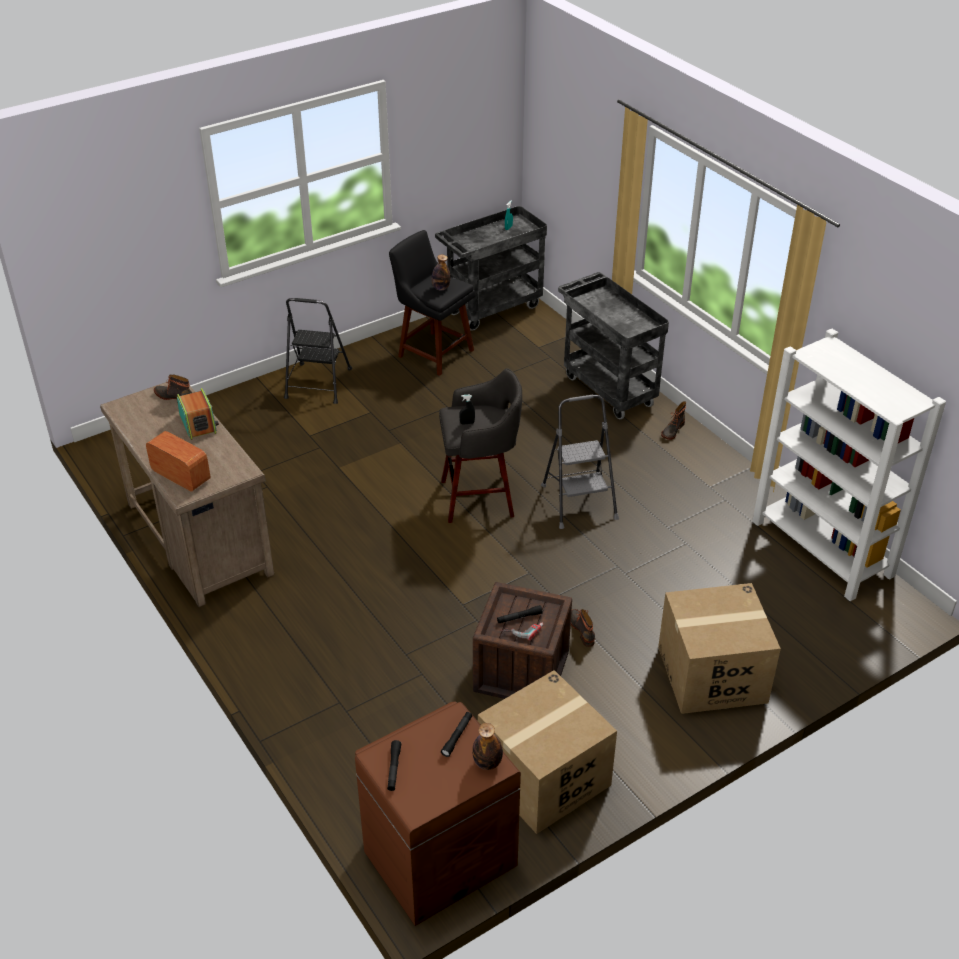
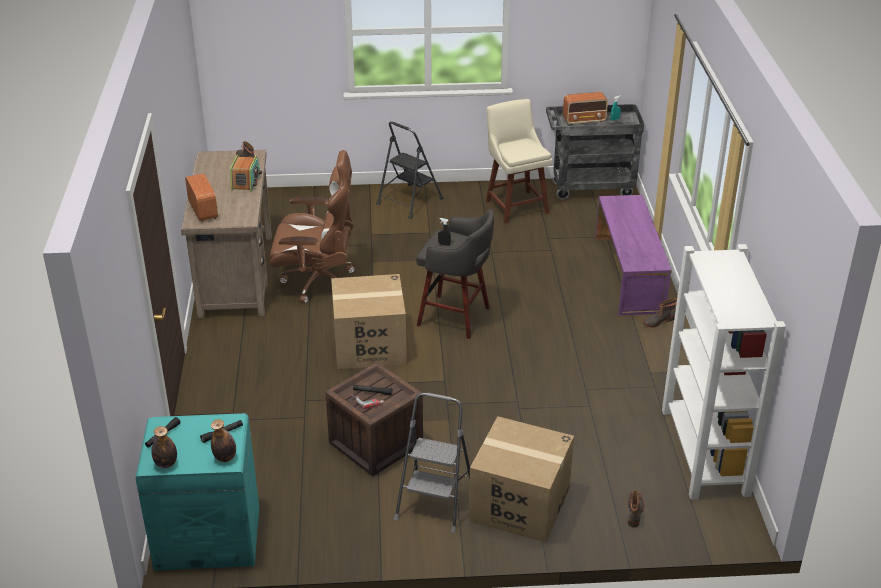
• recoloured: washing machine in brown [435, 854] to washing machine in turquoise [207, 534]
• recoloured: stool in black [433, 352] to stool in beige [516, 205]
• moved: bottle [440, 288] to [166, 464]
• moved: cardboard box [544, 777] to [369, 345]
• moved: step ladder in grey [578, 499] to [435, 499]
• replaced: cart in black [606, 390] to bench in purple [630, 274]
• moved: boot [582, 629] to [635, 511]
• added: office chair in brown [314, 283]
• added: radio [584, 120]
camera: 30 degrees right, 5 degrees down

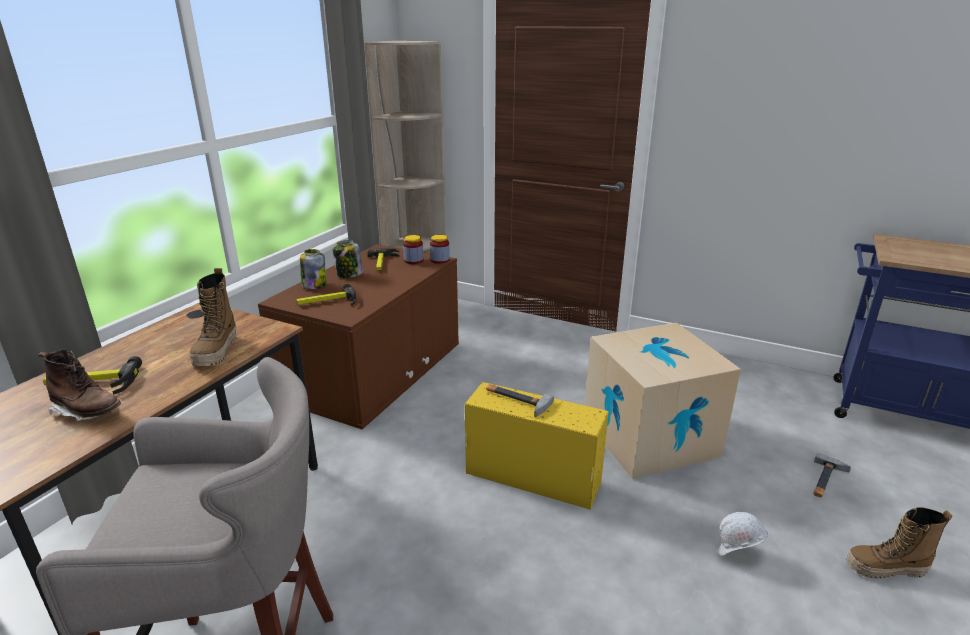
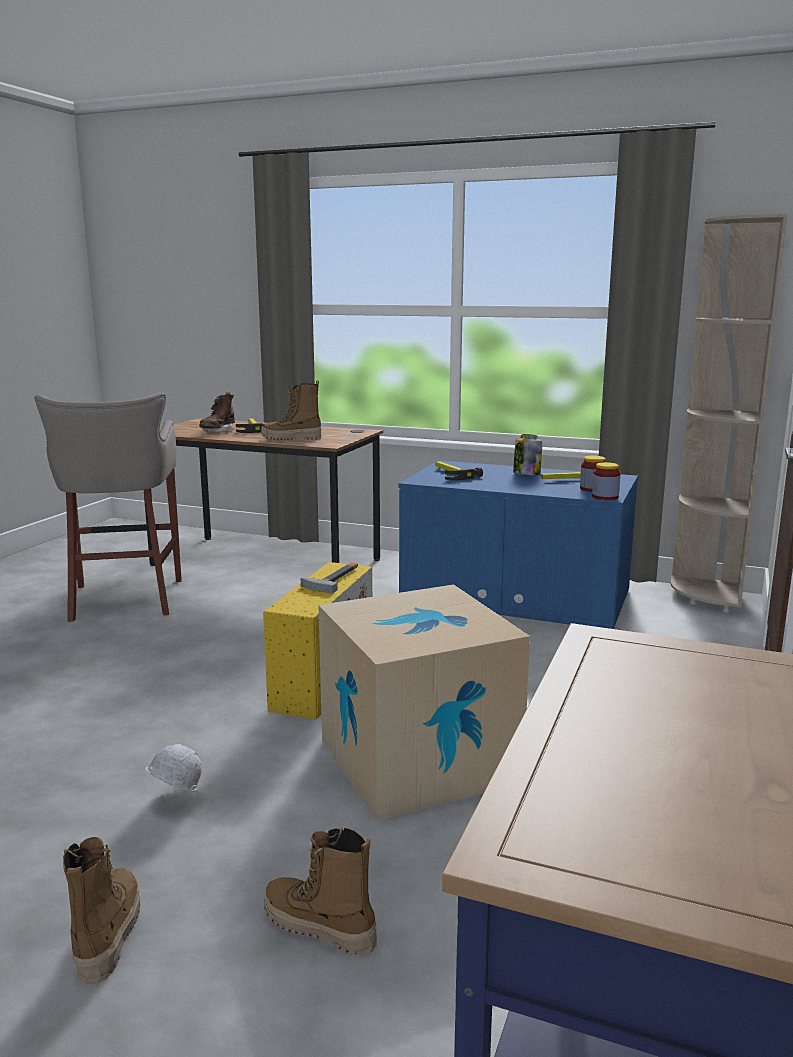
• recoloured: cabinet in brown [374, 369] to cabinet in blue [516, 594]
• removed: jar [314, 285]
• replaced: hammer [826, 480] to boot [319, 928]
camera: 85 degrees right, 10 degrees down

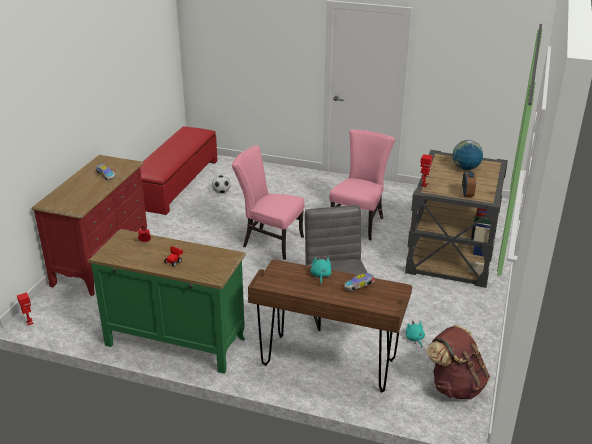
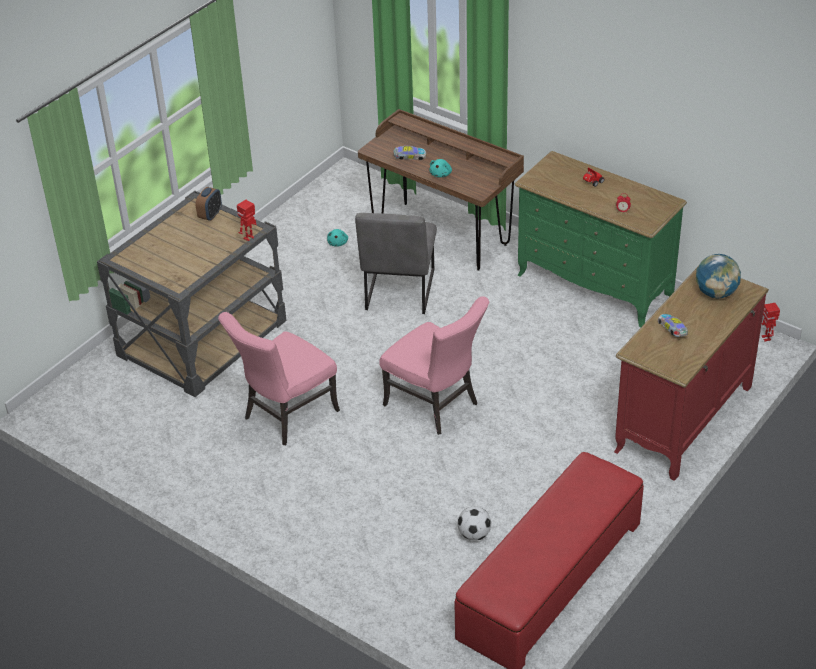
• removed: backpack in brown [455, 386]
• moved: globe [465, 168] to [716, 293]
camera: 160 degrees left, 10 degrees up

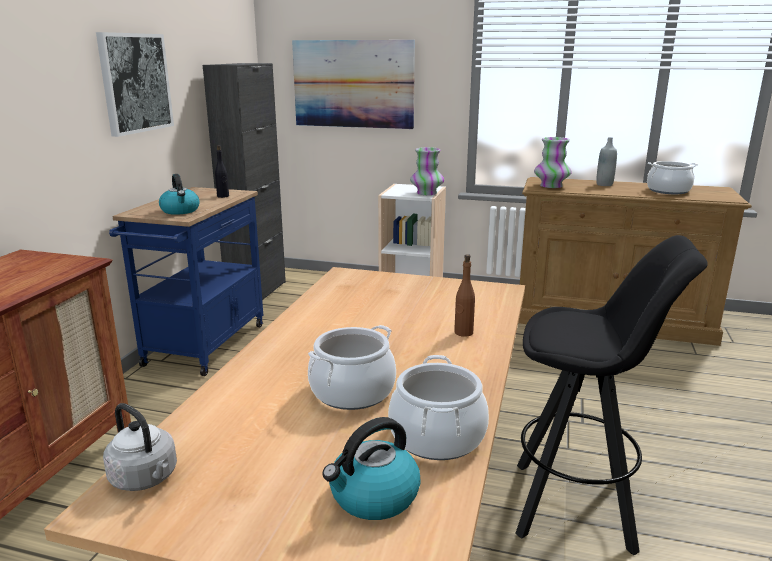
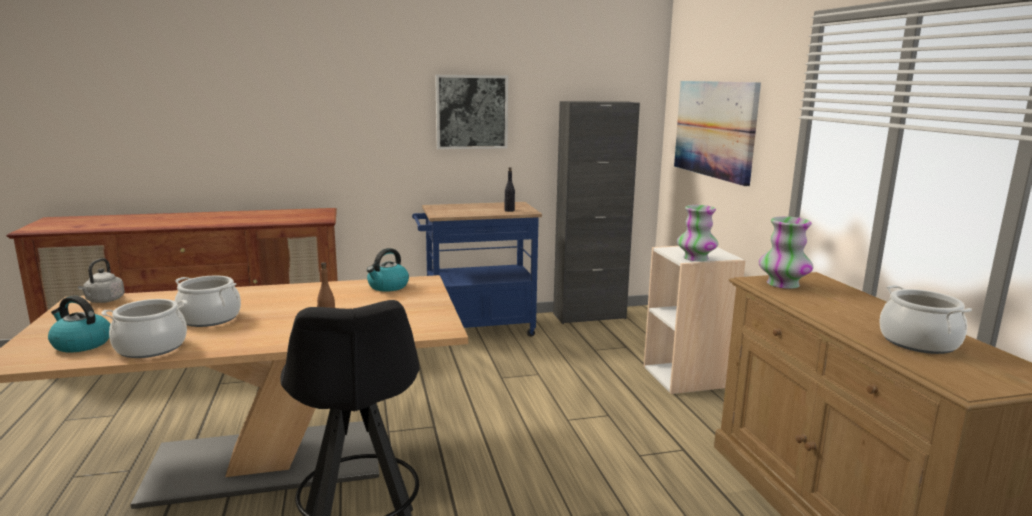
• moved: kettle [180, 211] to [388, 287]
• removed: bottle in grey [604, 184]
camera: 60 degrees right, 5 degrees down

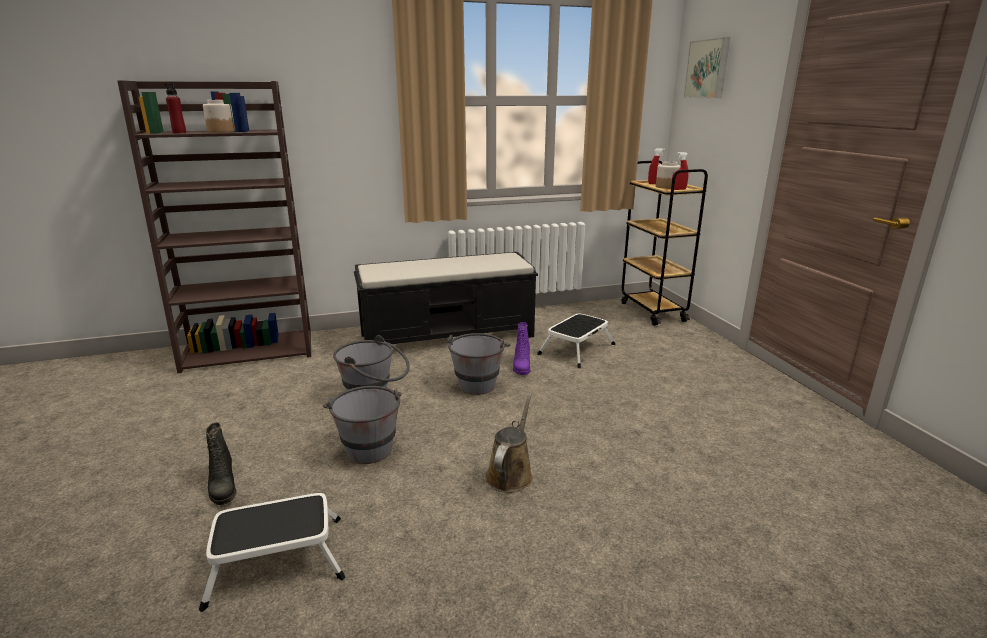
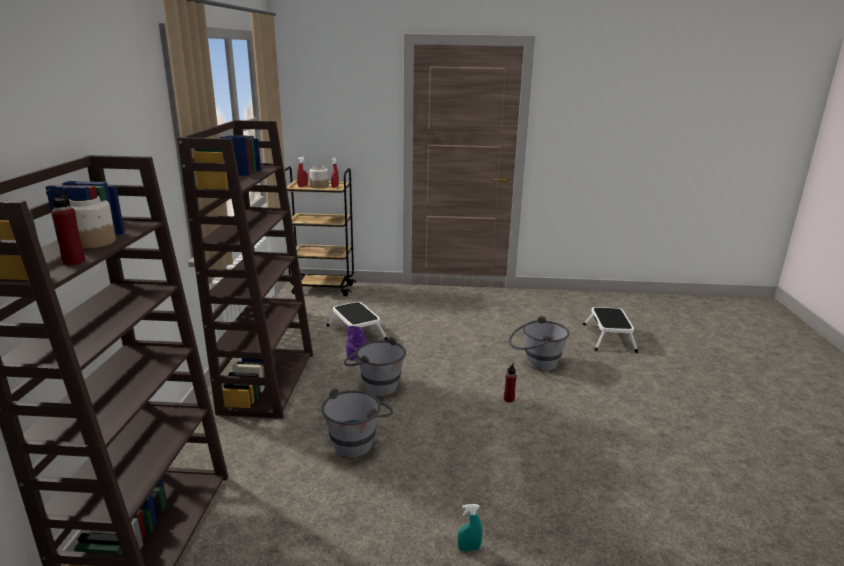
• moved: step ladder in black [276, 560] to [608, 337]
• replaced: boot in black [222, 487] to spray bottle in turquoise [469, 548]
• moved: bucket in grey [368, 445] to [535, 363]
• replaced: bench in black [448, 335] to bookcase in brown [267, 381]
• replaced: watering can in brown [511, 474] to bottle in red [509, 399]
• removed: picture [708, 69]
camera: 70 degrees left, 0 degrees up

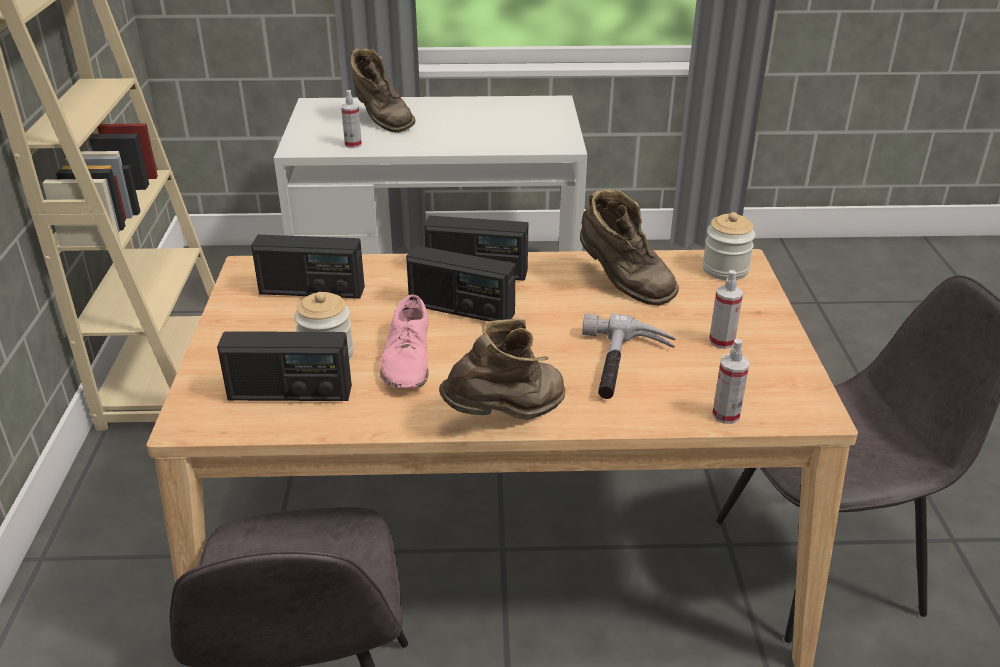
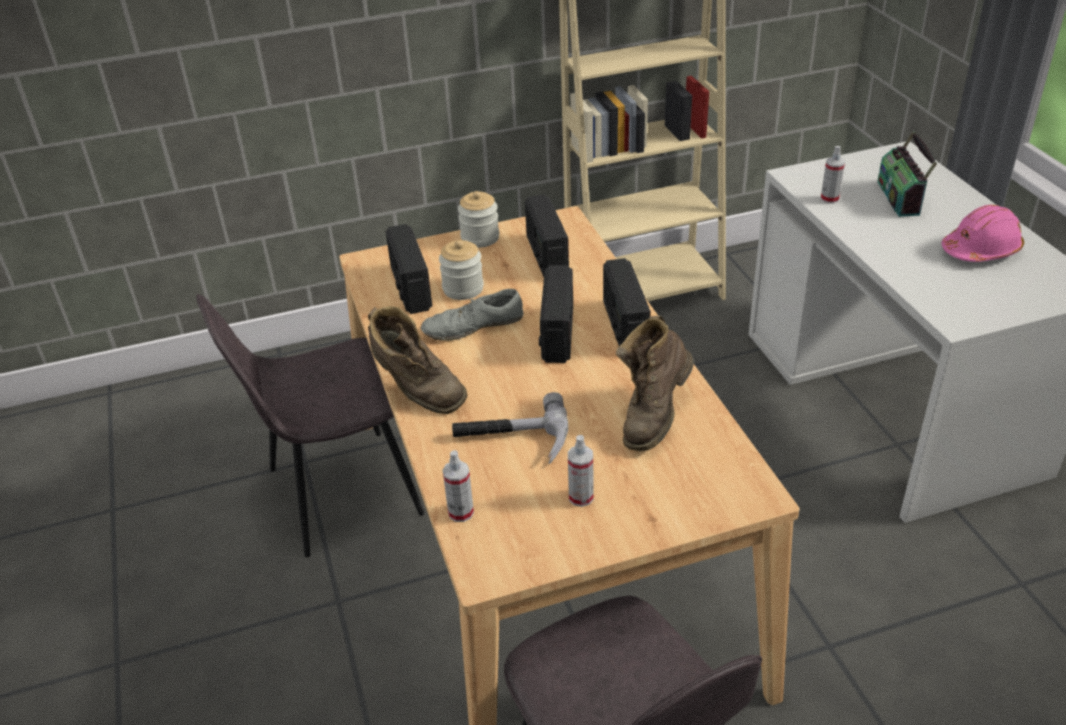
• replaced: boot in brown [381, 121] to radio [900, 198]
• recoloured: shoe in pink [408, 359] to shoe in grey [473, 326]
• moved: jar [725, 269] to [480, 238]
• added: hard hat in pink [981, 250]
camera: 75 degrees right, 5 degrees up

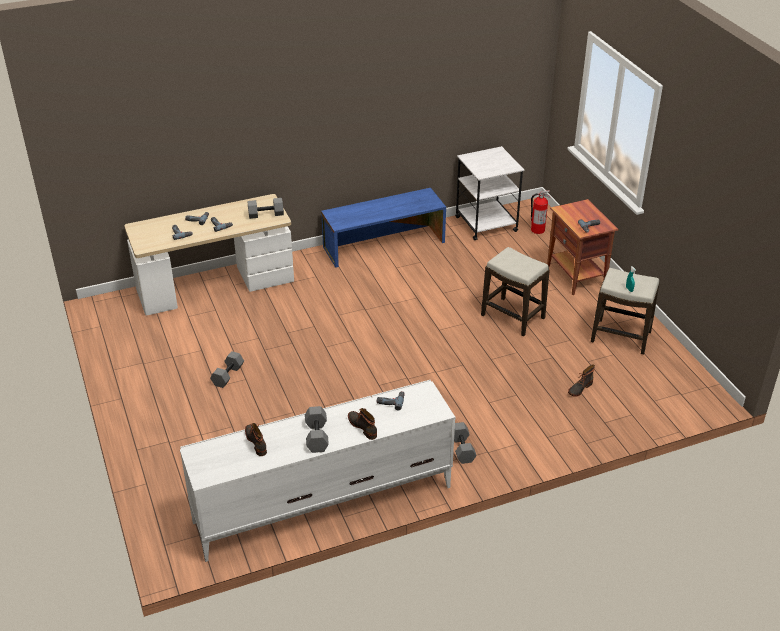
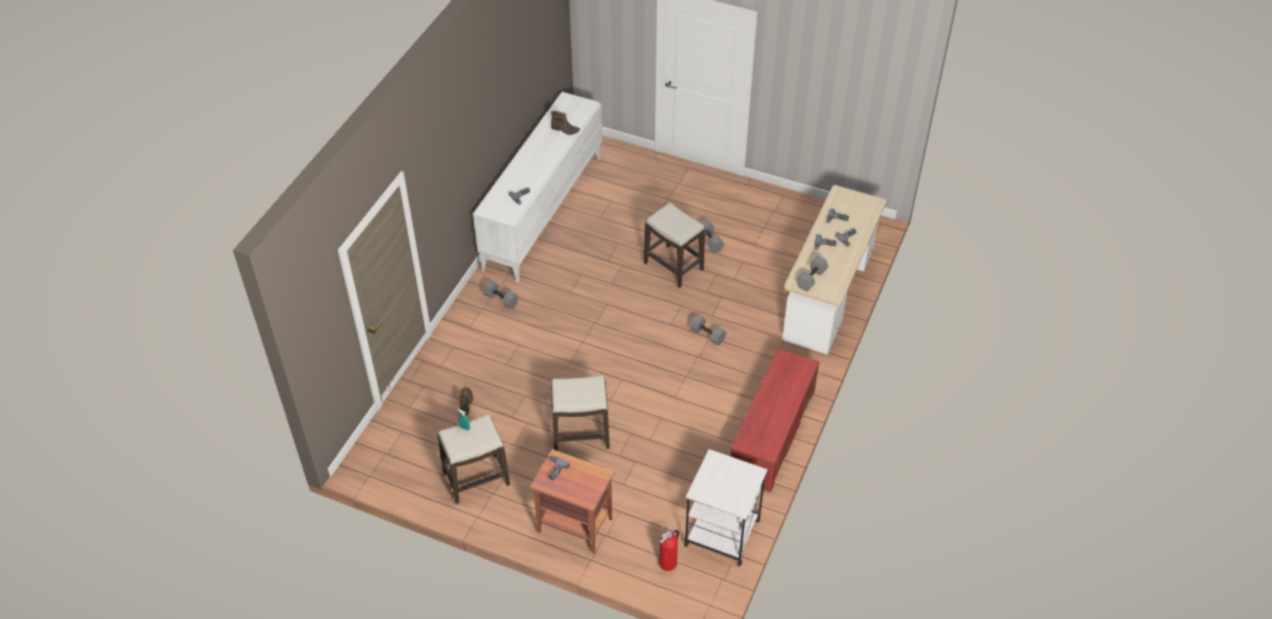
• moved: dumbbell in grey [316, 436] to [708, 334]
• recoloured: bench in blue [384, 244] to bench in red [773, 434]
• removed: boot [363, 427]
• added: stool [673, 266]
camera: 135 degrees right, 10 degrees up

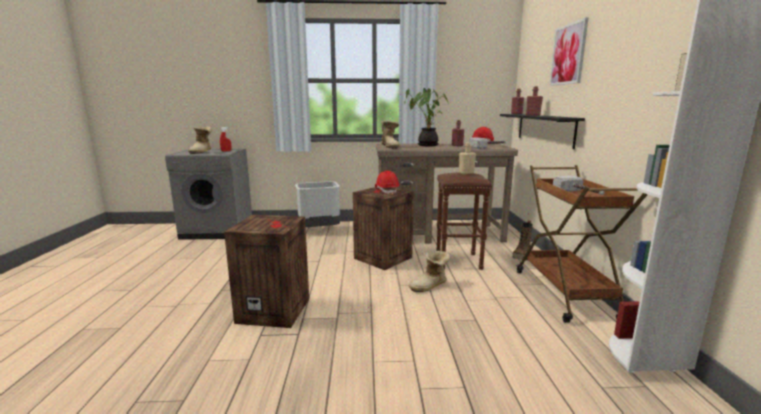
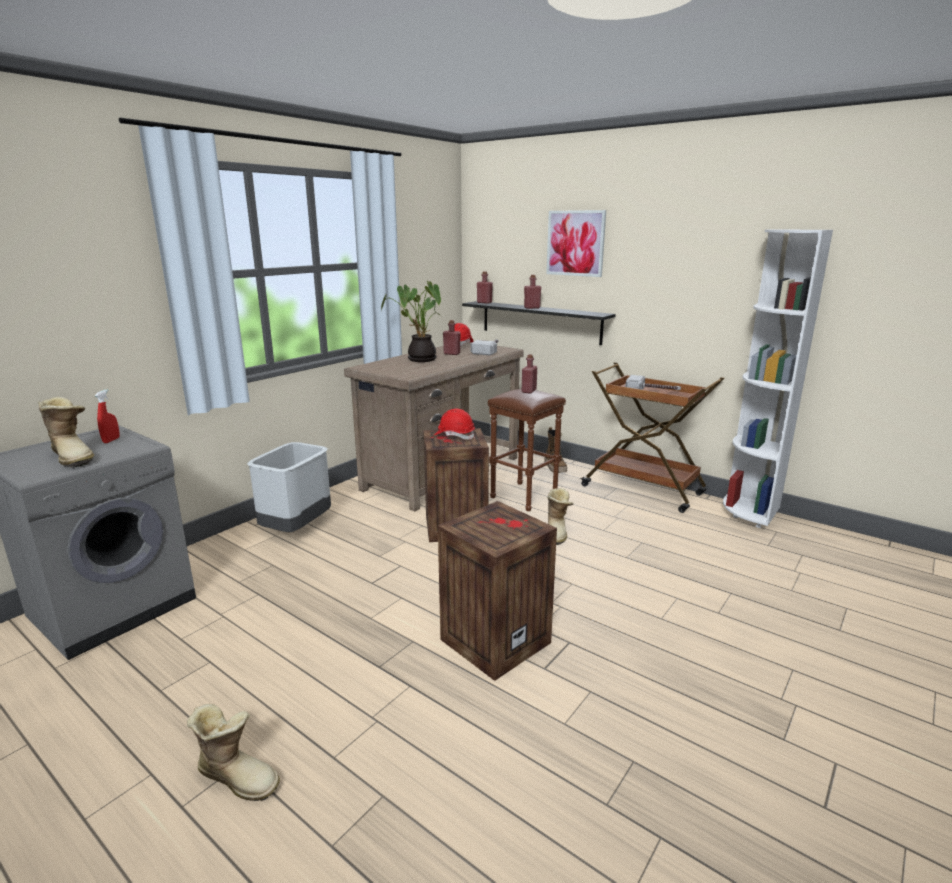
• moved: boot [390, 146] to [238, 776]
• recoloured: bottle in beige [466, 173] to bottle in red [529, 391]
camera: 50 degrees left, 5 degrees up

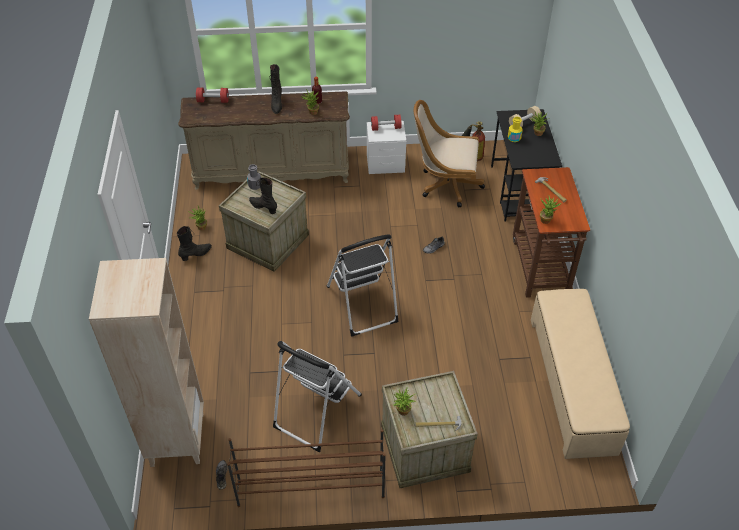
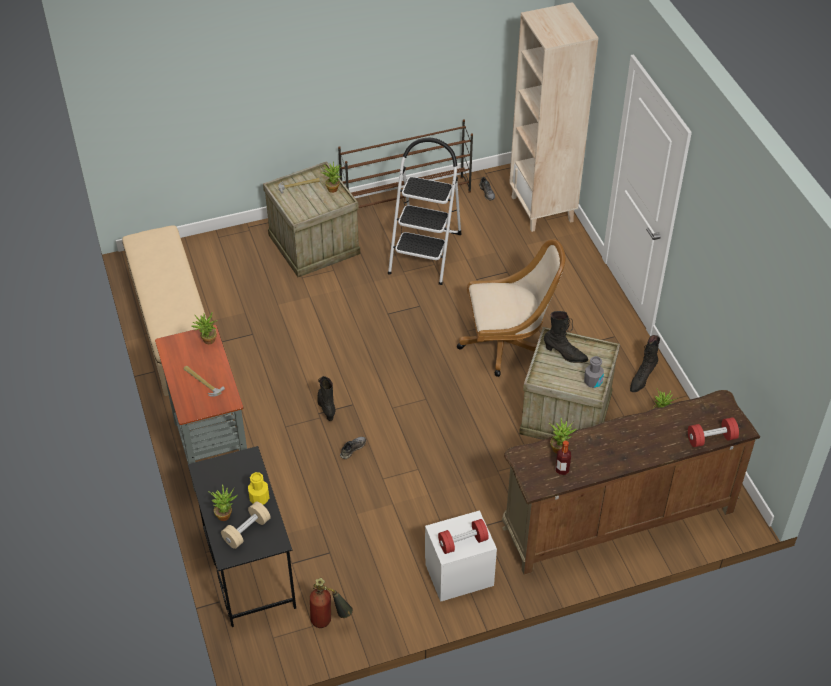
• moved: boot in black [276, 104] to [326, 407]
• removed: step ladder [362, 305]
• moved: office chair [445, 185] to [507, 343]
• recoloured: cart in brown [540, 268] to cart in grey [211, 450]
camera: 165 degrees right, 0 degrees up

